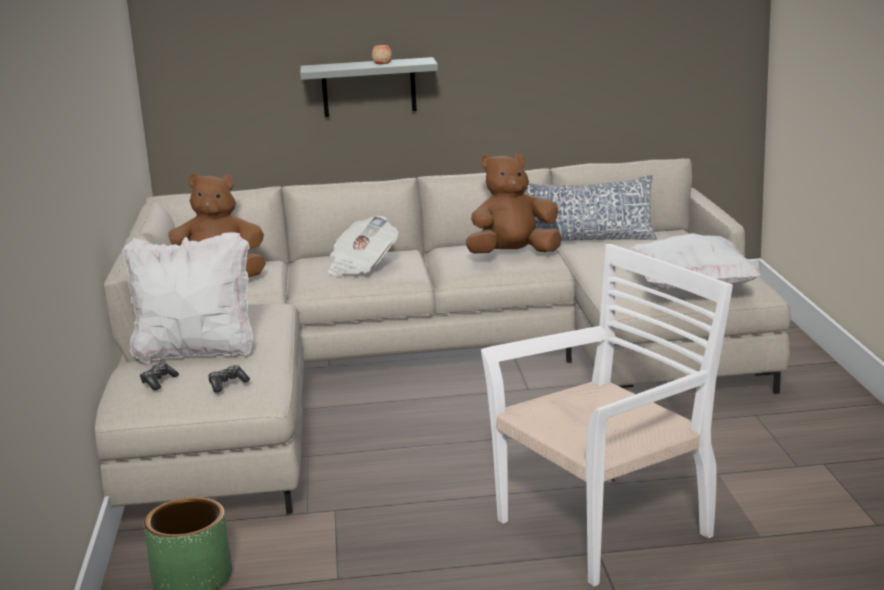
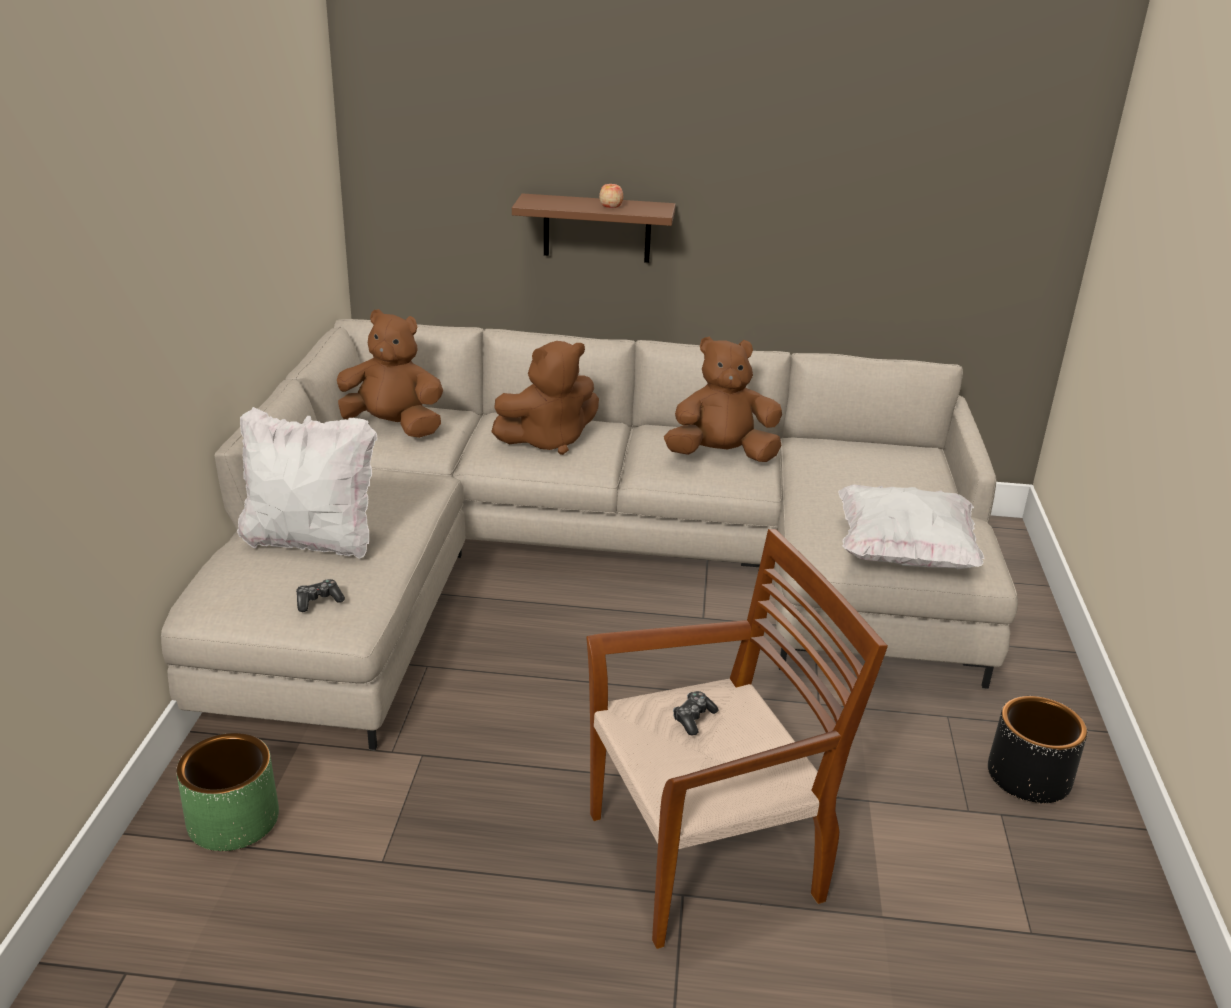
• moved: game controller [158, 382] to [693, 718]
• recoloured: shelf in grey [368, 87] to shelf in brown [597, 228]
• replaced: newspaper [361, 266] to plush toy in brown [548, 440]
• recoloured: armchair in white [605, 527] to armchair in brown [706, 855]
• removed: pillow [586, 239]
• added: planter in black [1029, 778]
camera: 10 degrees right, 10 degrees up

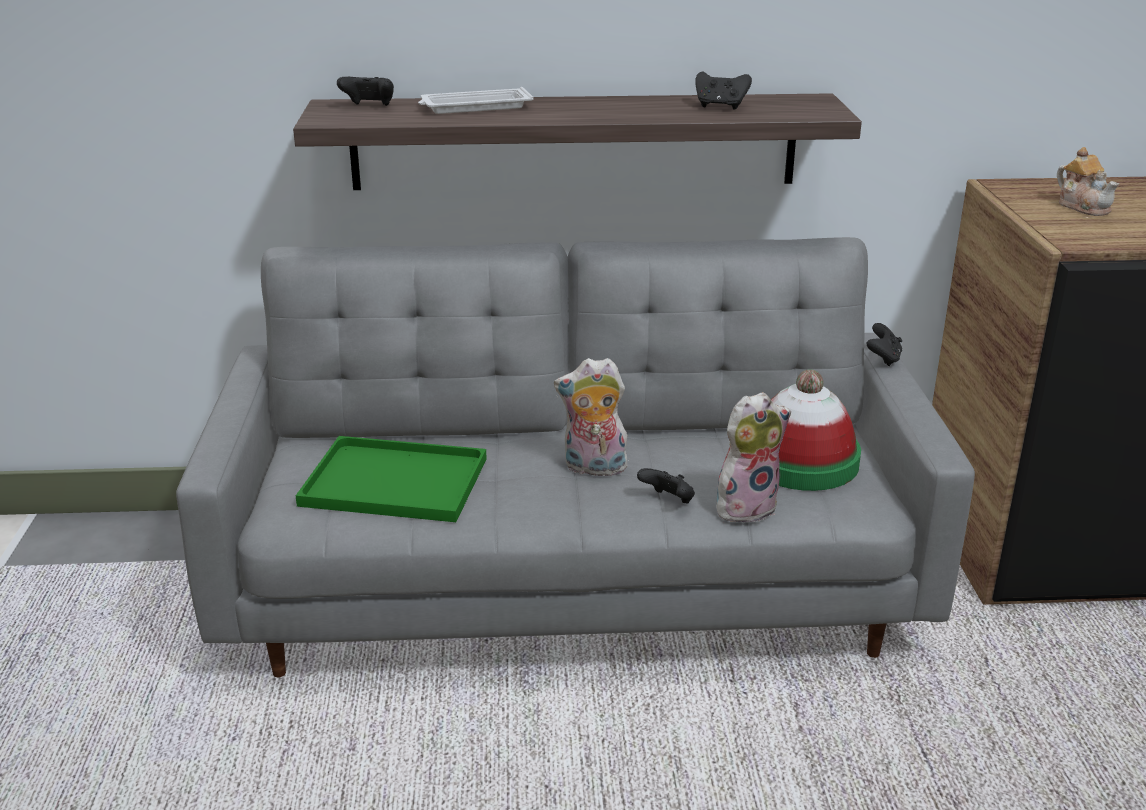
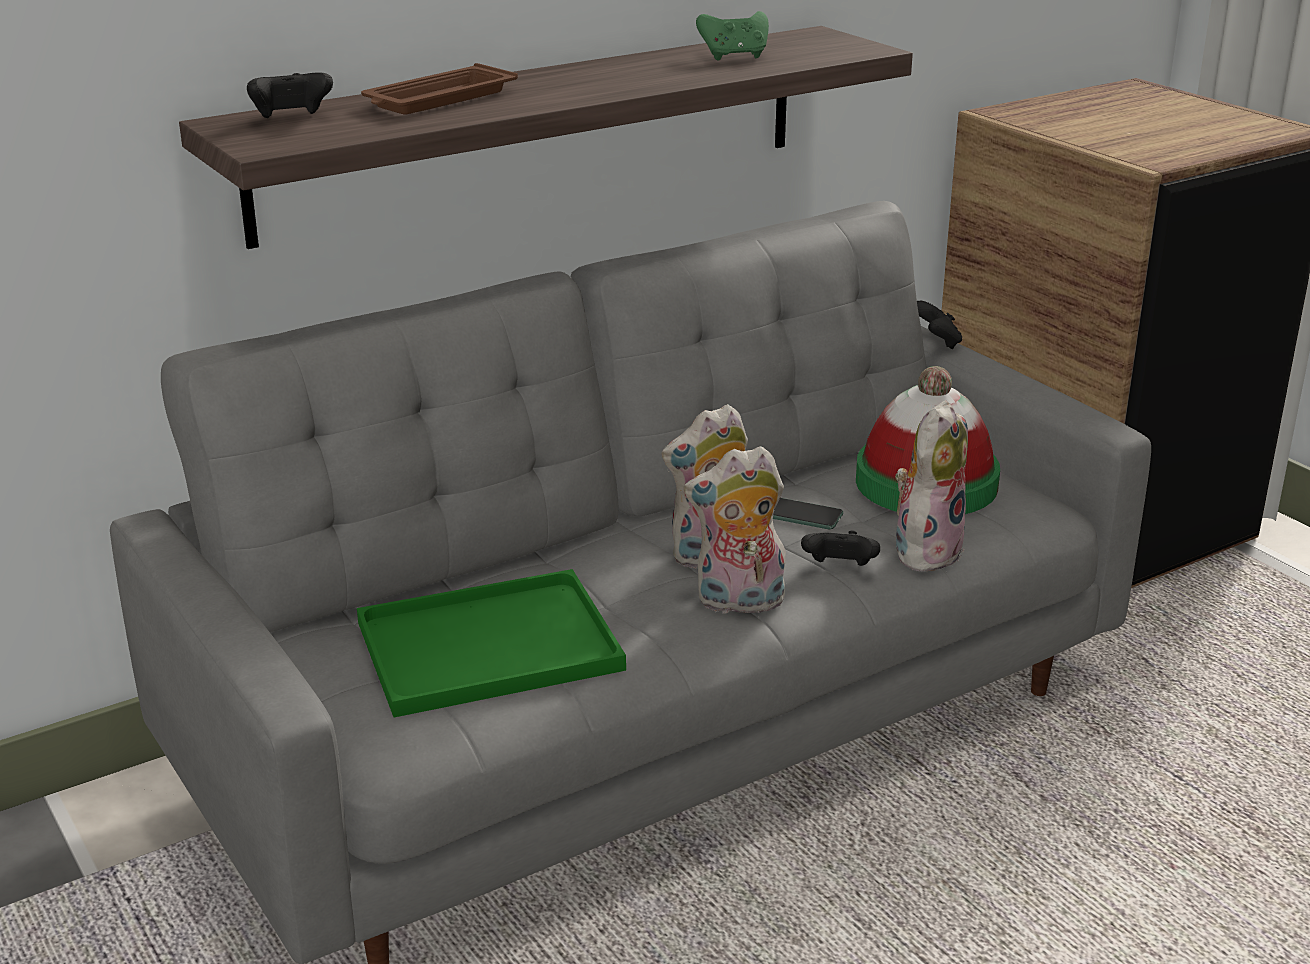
• recoloured: tray in white [474, 107] to tray in brown [438, 99]
• recoloured: game controller in black [720, 106] to game controller in green [734, 57]
• removed: teapot [1083, 207]
• added: plush toy [738, 603]
• added: phone [801, 515]
camera: 30 degrees left, 0 degrees up

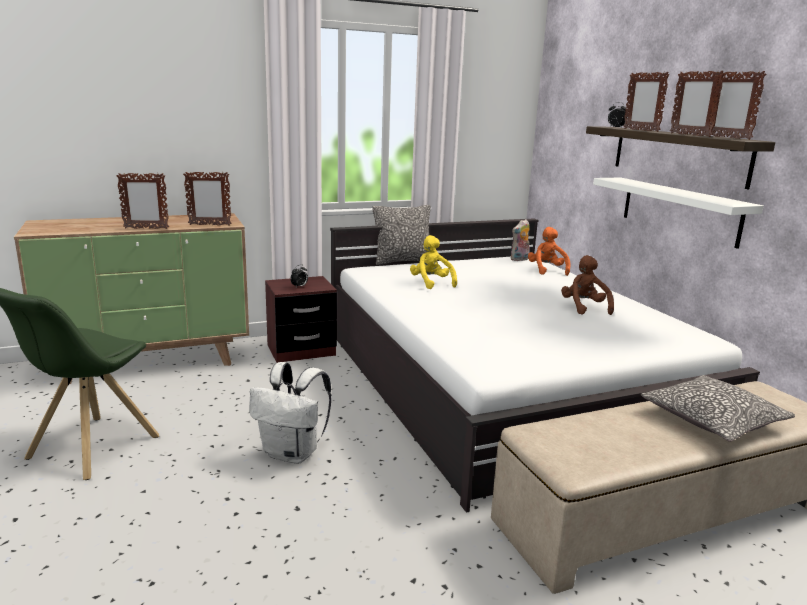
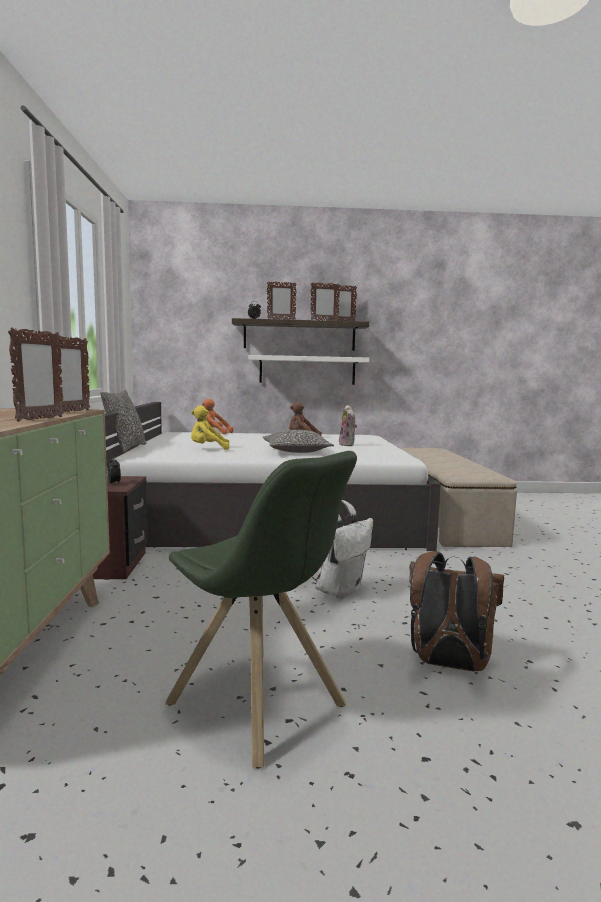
• moved: plush toy [519, 259] to [348, 445]
• moved: pillow [712, 420] to [296, 451]
• added: backpack in brown [448, 665]
camera: 70 degrees left, 10 degrees down

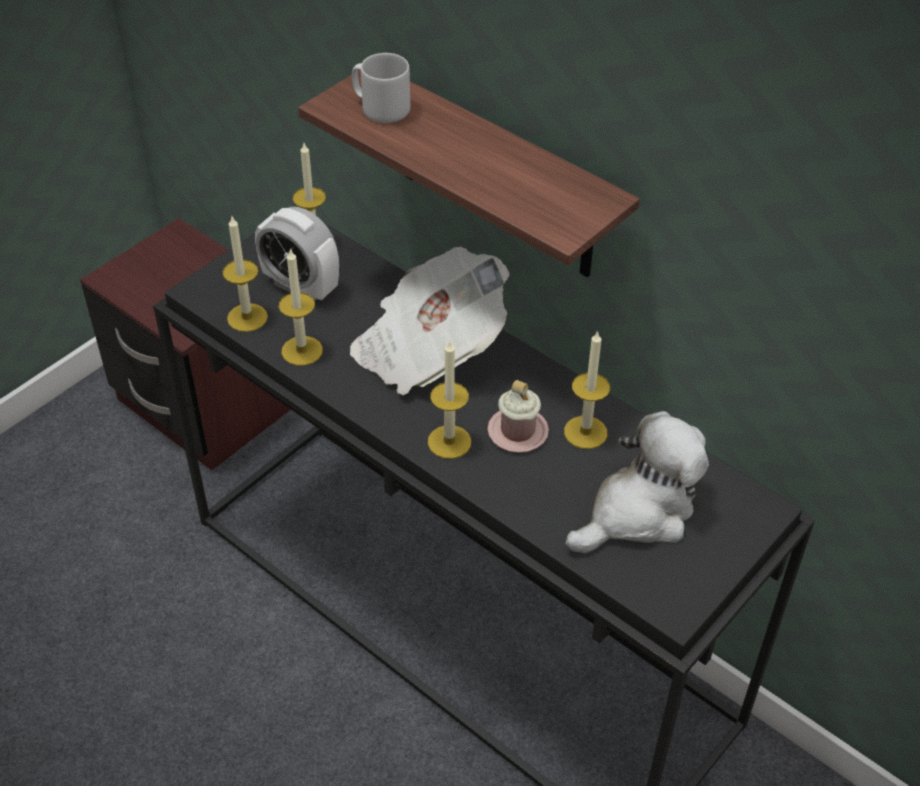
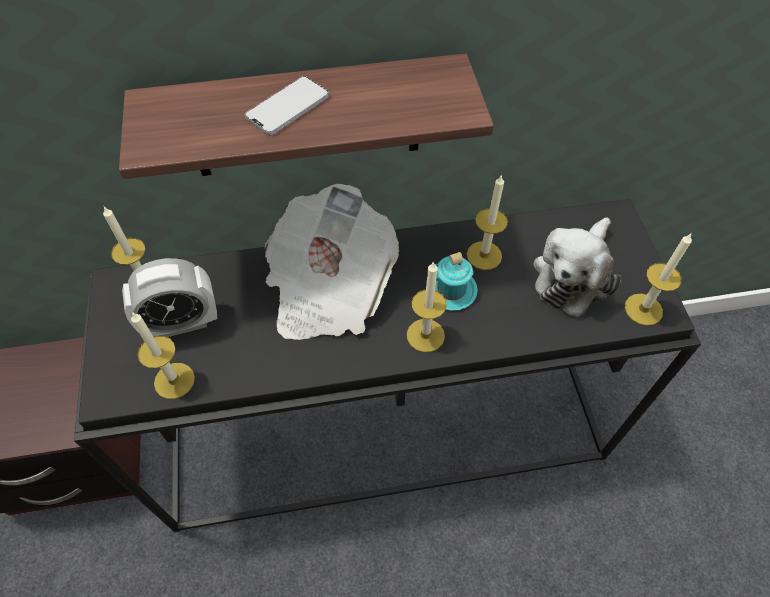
• moved: candle [302, 351] to [643, 309]
• removed: mug in grey [380, 108]
• recoloured: mug in pink [517, 432] to mug in turquoise [451, 290]
• turned: plush toy [638, 512] = [573, 275] 150 degrees counterclockwise
• added: phone [288, 107]
camera: 50 degrees left, 10 degrees up

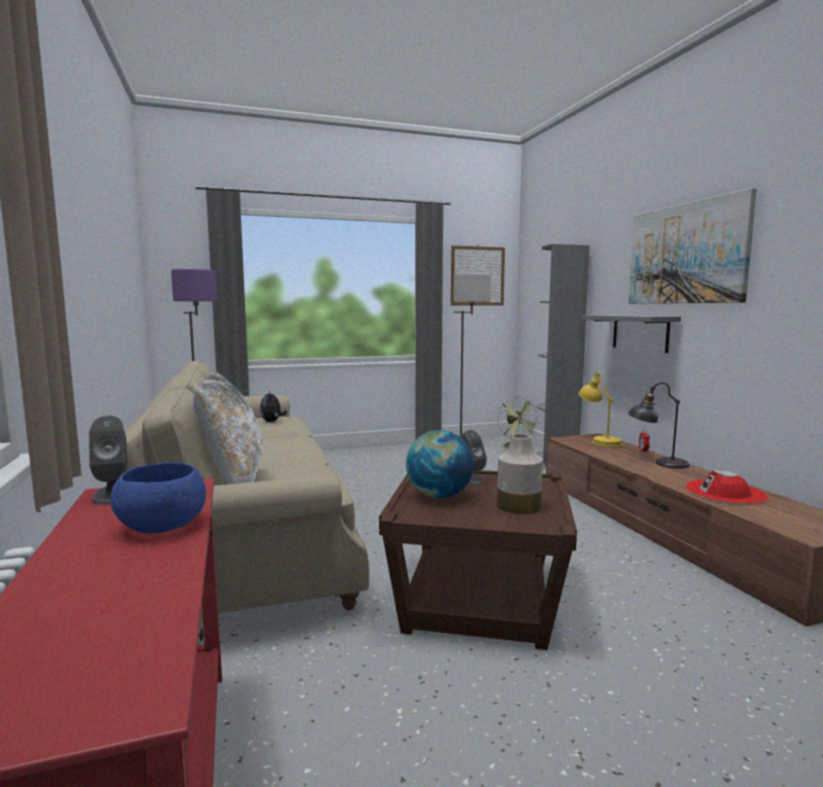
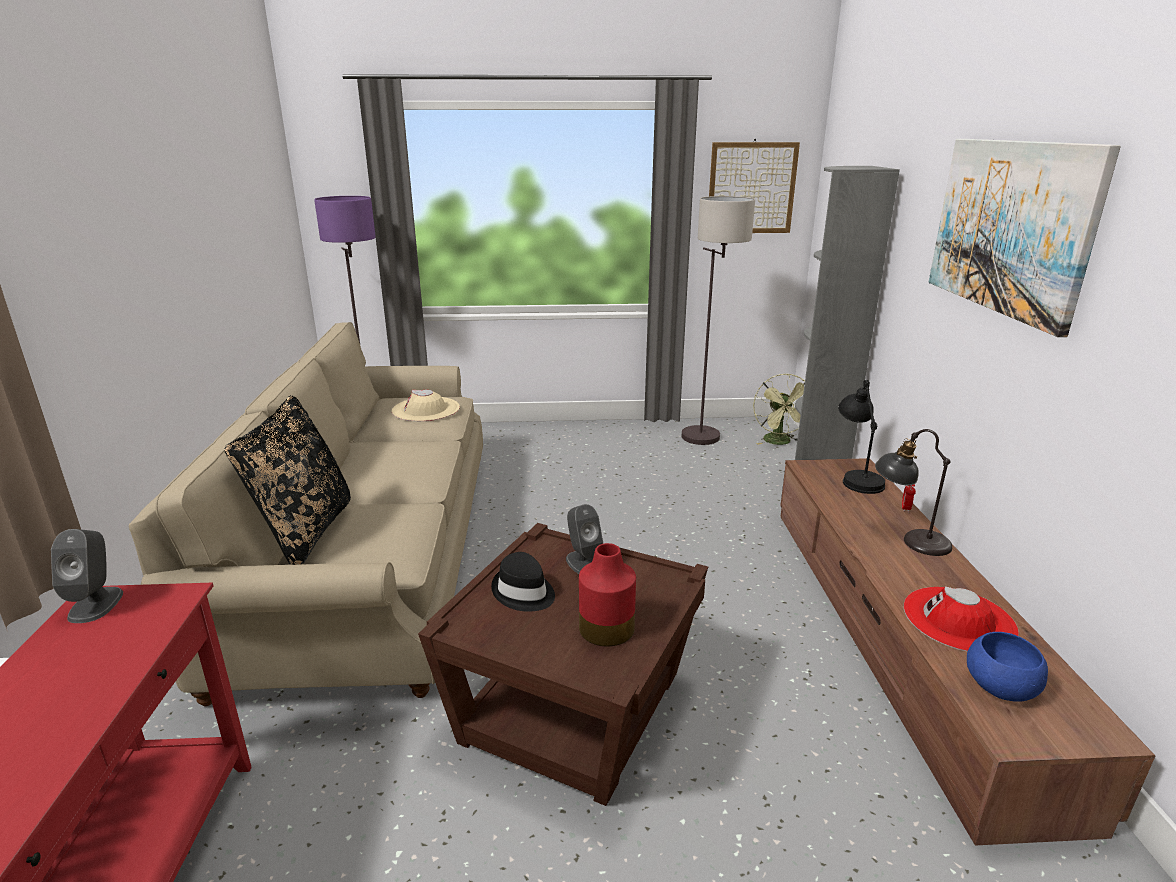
• moved: bowl in blue [162, 525] to [1001, 686]
• recoloured: pillow in white [233, 482] to pillow in black [307, 534]
• replaced: plush toy [272, 421] to hat in beige [426, 409]
• replaced: globe [439, 496] to hat in black [523, 592]
• recoloured: vase in beige [518, 505] to vase in red [606, 628]
• recoloured: table lamp in yellow [598, 440] to table lamp in black [856, 476]
• removed: shelf in grey [640, 332]
camera: 15 degrees right, 15 degrees up

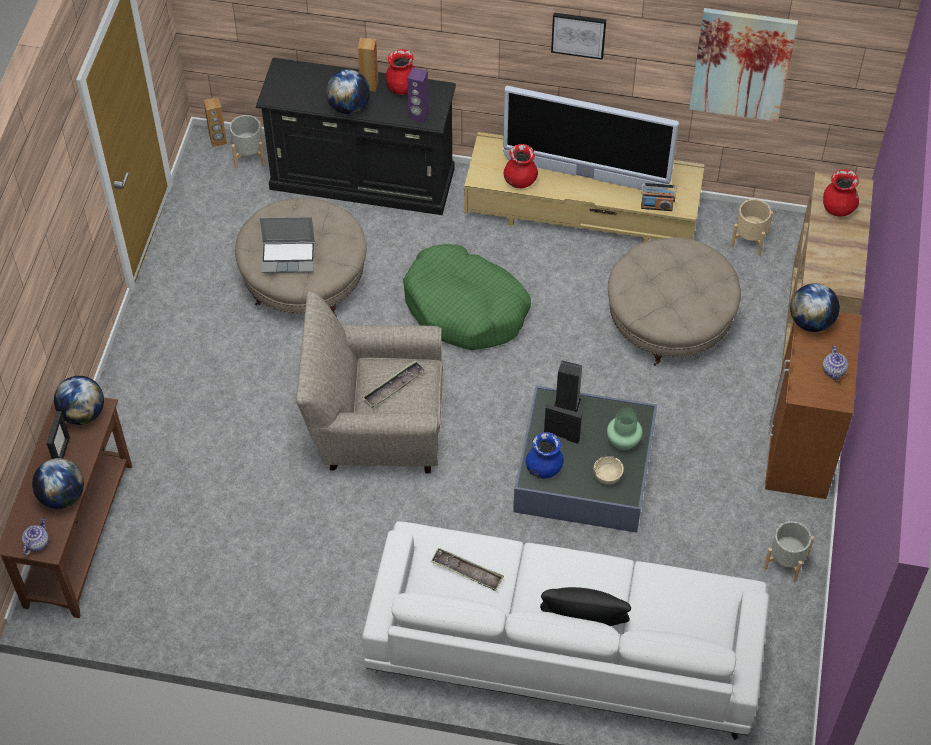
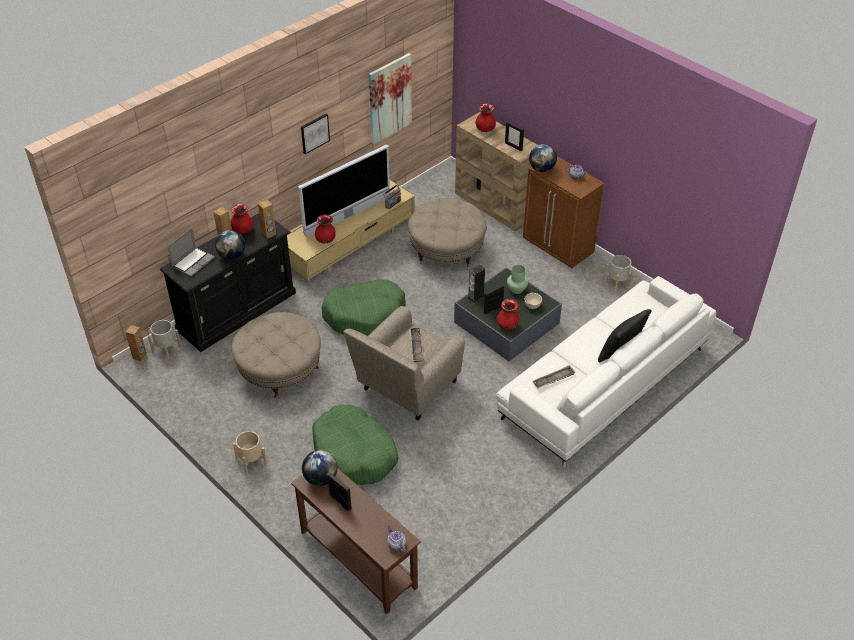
• removed: globe [62, 496]
• moved: laptop [289, 257] to [193, 262]
• recoloured: speaker in purple [418, 116] to speaker in brown [269, 234]
• recoloured: vase in blue [544, 468] to vase in red [507, 325]
• moved: planter in beige [749, 240] to [251, 461]
• added: dog bed in green [354, 453]
• added: picture frame [514, 146]
camera: 55 degrees left, 10 degrees down

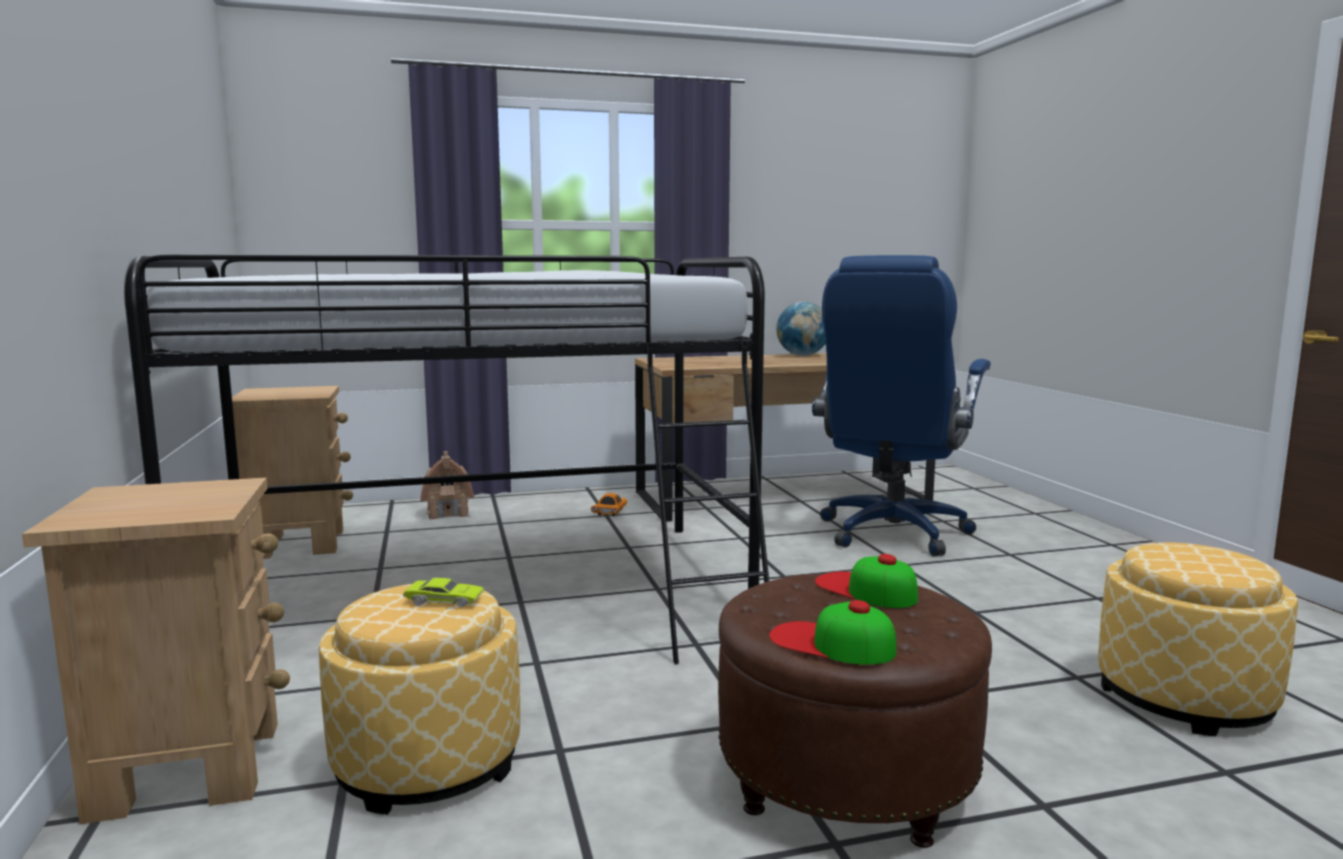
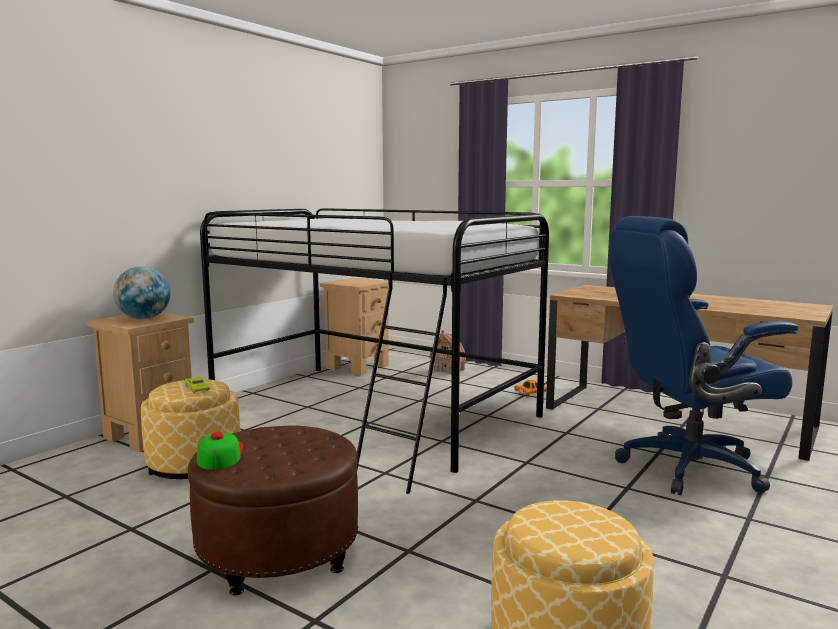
• moved: globe [802, 355] to [144, 318]
• removed: cap [865, 589]
camera: 50 degrees right, 0 degrees up

